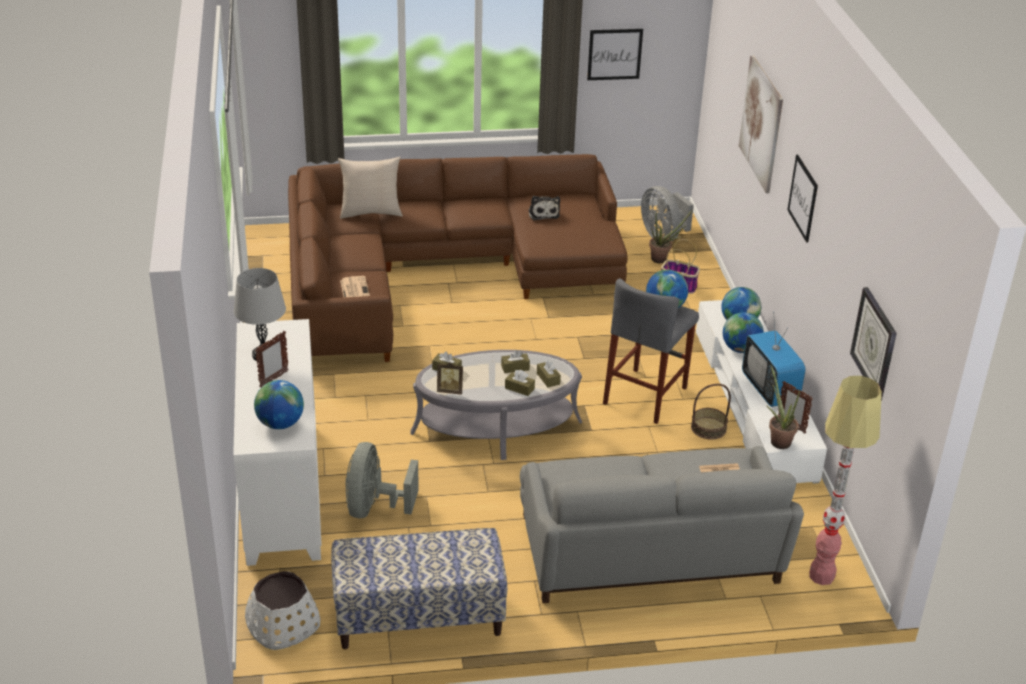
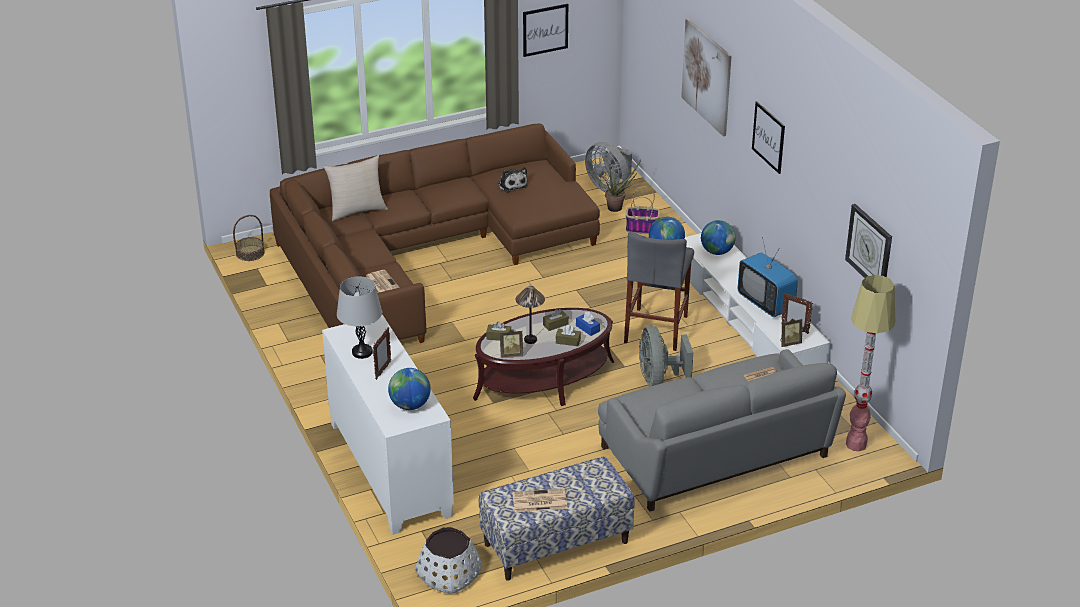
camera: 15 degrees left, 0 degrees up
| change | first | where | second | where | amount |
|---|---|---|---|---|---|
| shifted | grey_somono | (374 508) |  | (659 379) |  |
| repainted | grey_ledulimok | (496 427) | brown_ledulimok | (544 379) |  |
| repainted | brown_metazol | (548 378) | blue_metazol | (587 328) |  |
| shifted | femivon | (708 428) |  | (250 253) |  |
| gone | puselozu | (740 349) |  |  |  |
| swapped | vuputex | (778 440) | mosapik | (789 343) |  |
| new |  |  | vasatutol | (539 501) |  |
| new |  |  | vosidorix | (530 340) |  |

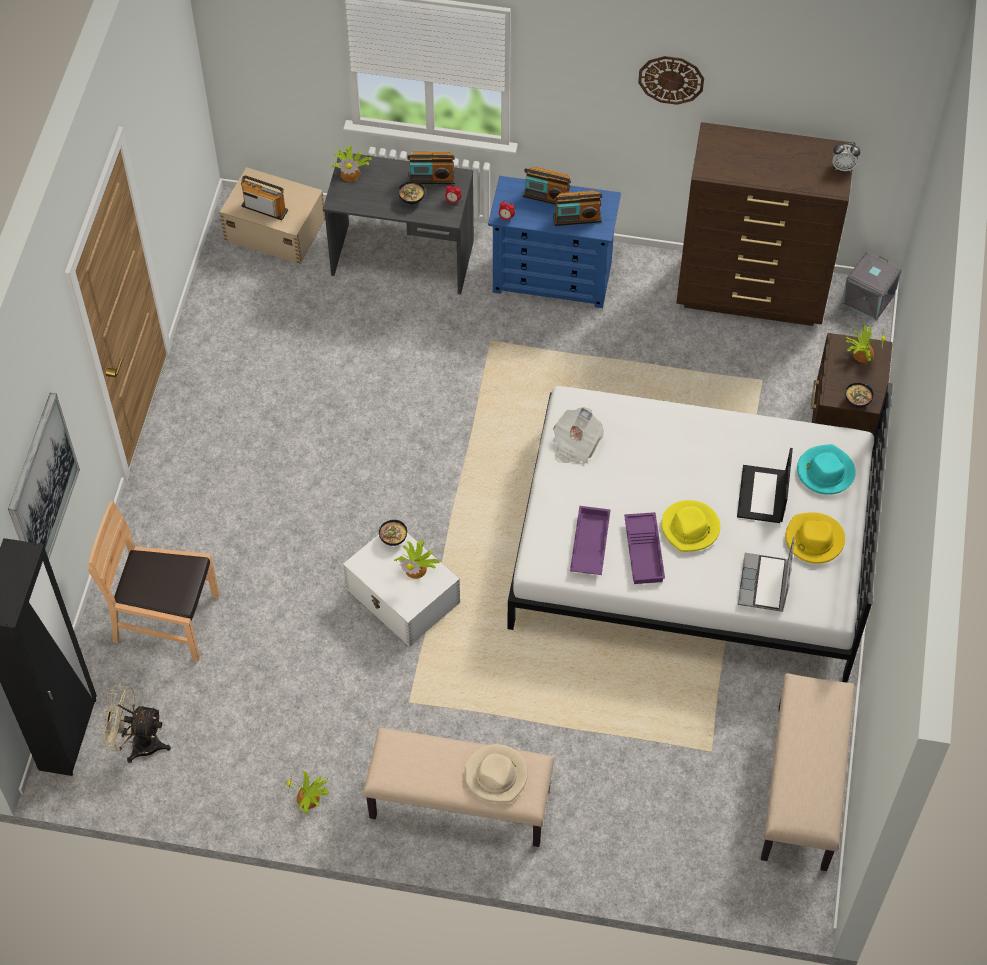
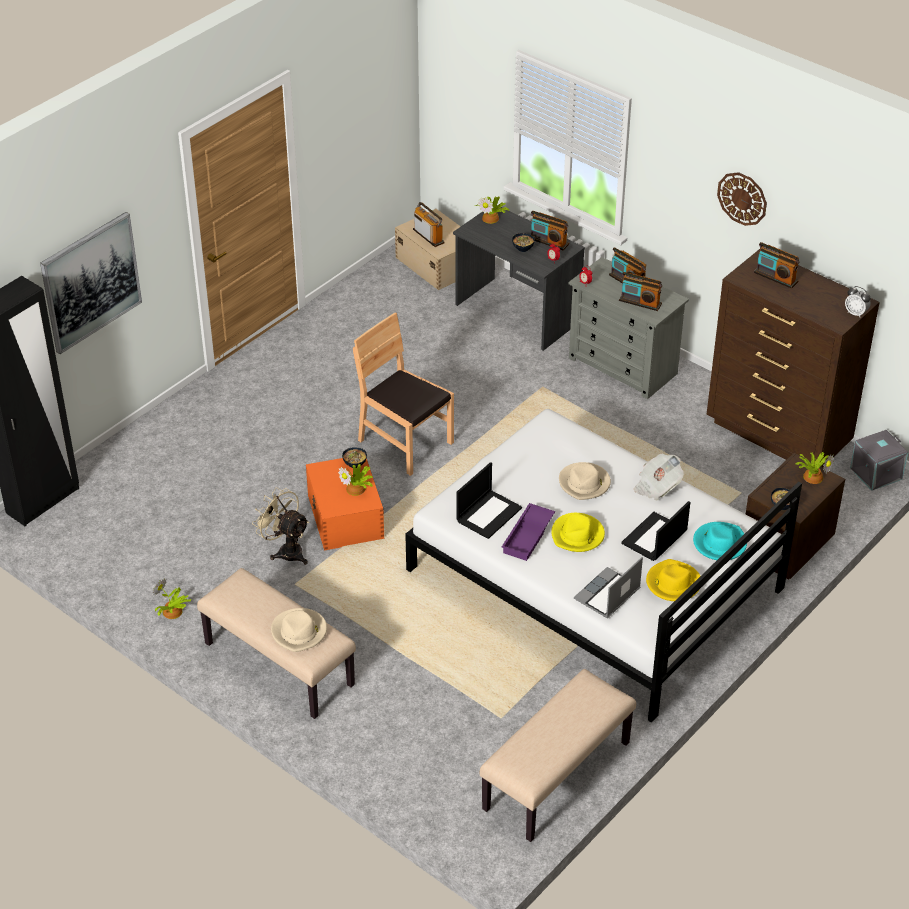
camera: 30 degrees right, 15 degrees down
| change | first | where | second | where | amount |
|---|---|---|---|---|---|
| shifted | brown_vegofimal | (166 619) |  | (405 442) |  |
| shifted | beige_somono | (138 743) |  | (286 550) |  |
| repainted | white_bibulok | (403 597) | orange_bibulok | (345 518) |  |
| repainted | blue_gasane | (553 278) | grey_gasane | (623 366) |  |
| shifted | vasatutol | (575 445) |  | (657 486) |  |
| swapped | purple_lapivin | (588 544) | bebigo | (489 514) |  |
| new |  |  | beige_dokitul | (584 483) |  |
| new |  |  | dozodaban | (775 277) |  |

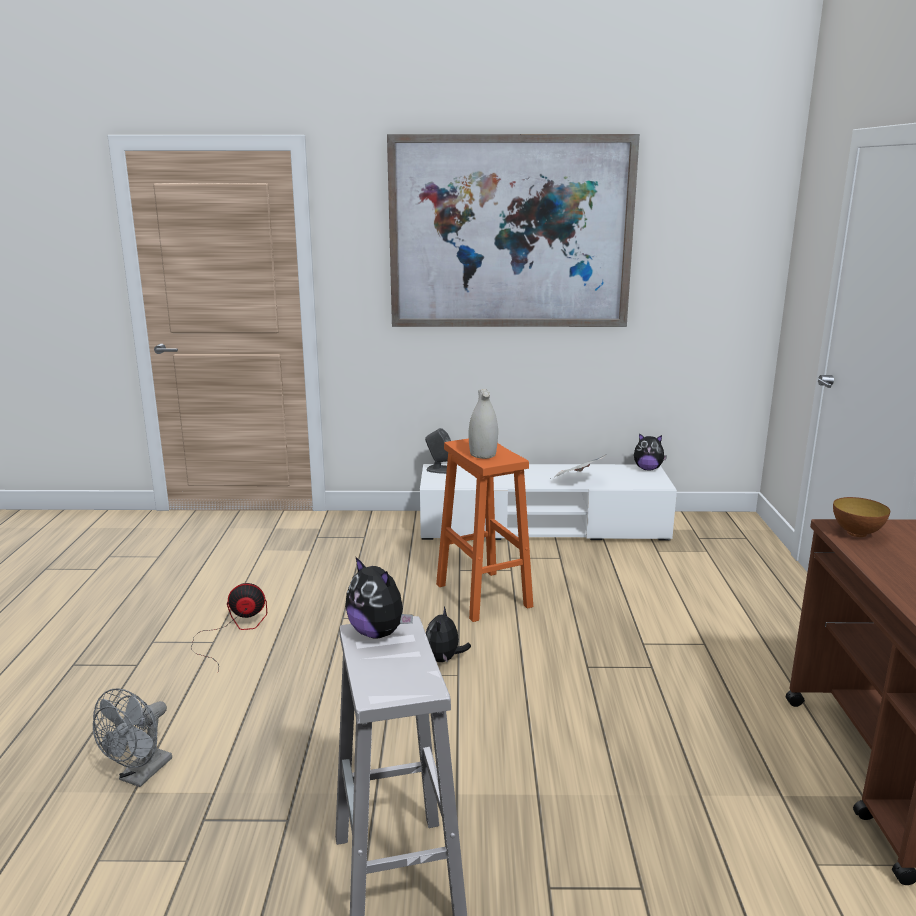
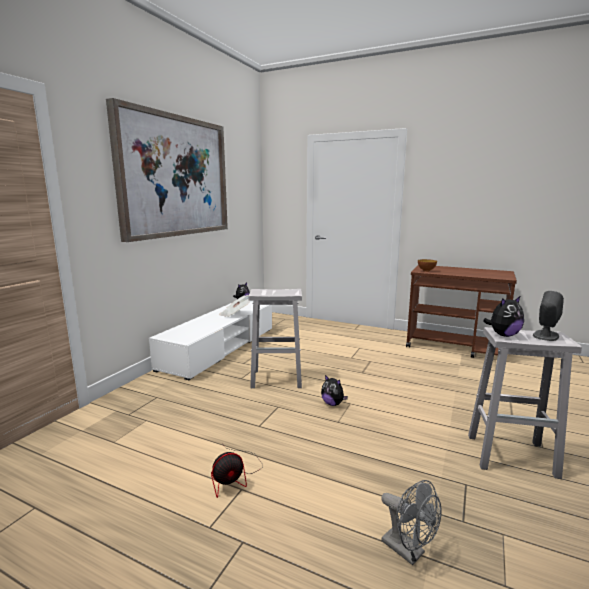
camera: 65 degrees left, 5 degrees down
| change | first | where | second | where | amount |
|---|---|---|---|---|---|
| rotated | somono | (234 631) |  | (234 476) | 135 degrees counterclockwise |
| shifted | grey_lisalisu | (440 469) |  | (545 336) |  |
| repainted | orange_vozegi | (484 596) | white_vozegi | (277 379) |  |
| gone | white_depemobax | (483 454) |  |  |  |

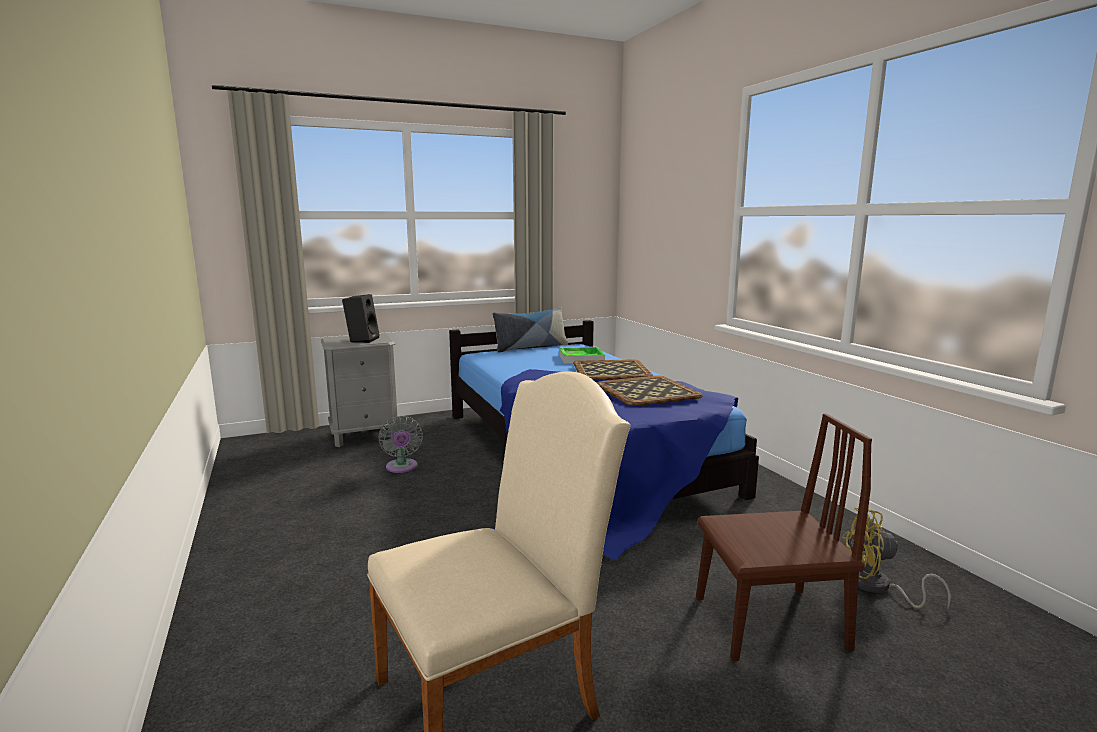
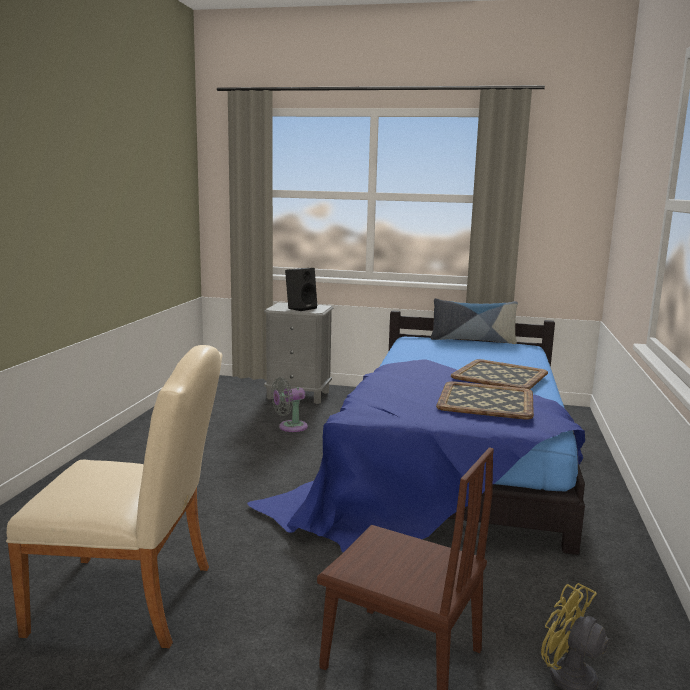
camera: 35 degrees right, 0 degrees up
| change | first | where | second | where | amount |
|---|---|---|---|---|---|
| rotated | grey_somono | (402 468) |  | (290 427) | 45 degrees clockwise |
| gone | lapivin | (581 359) |  |  |  |

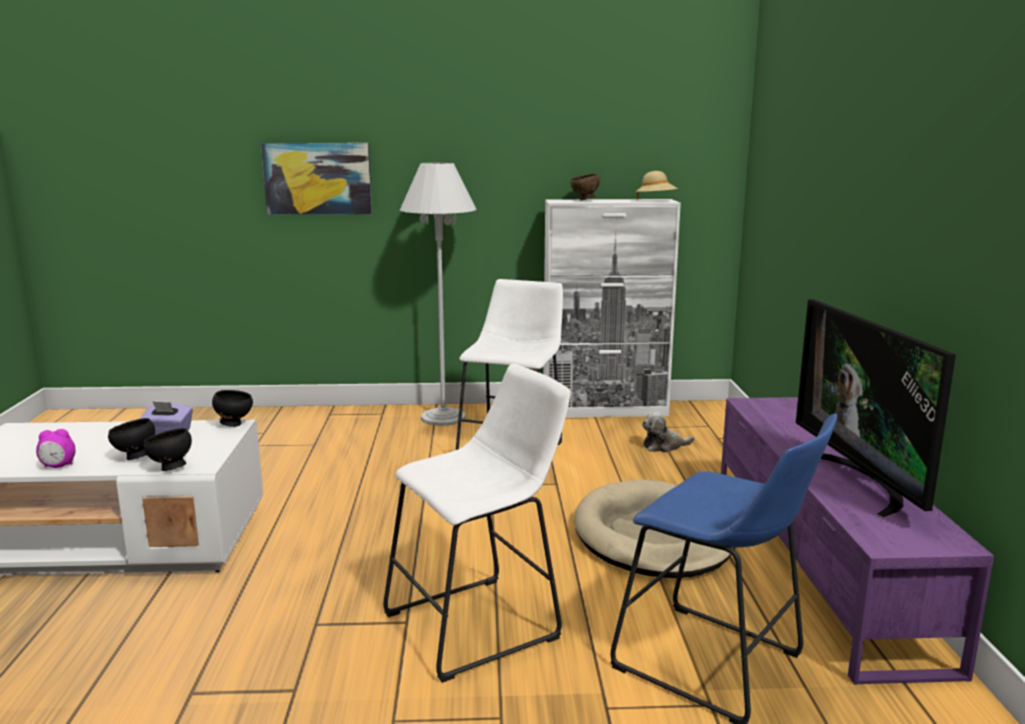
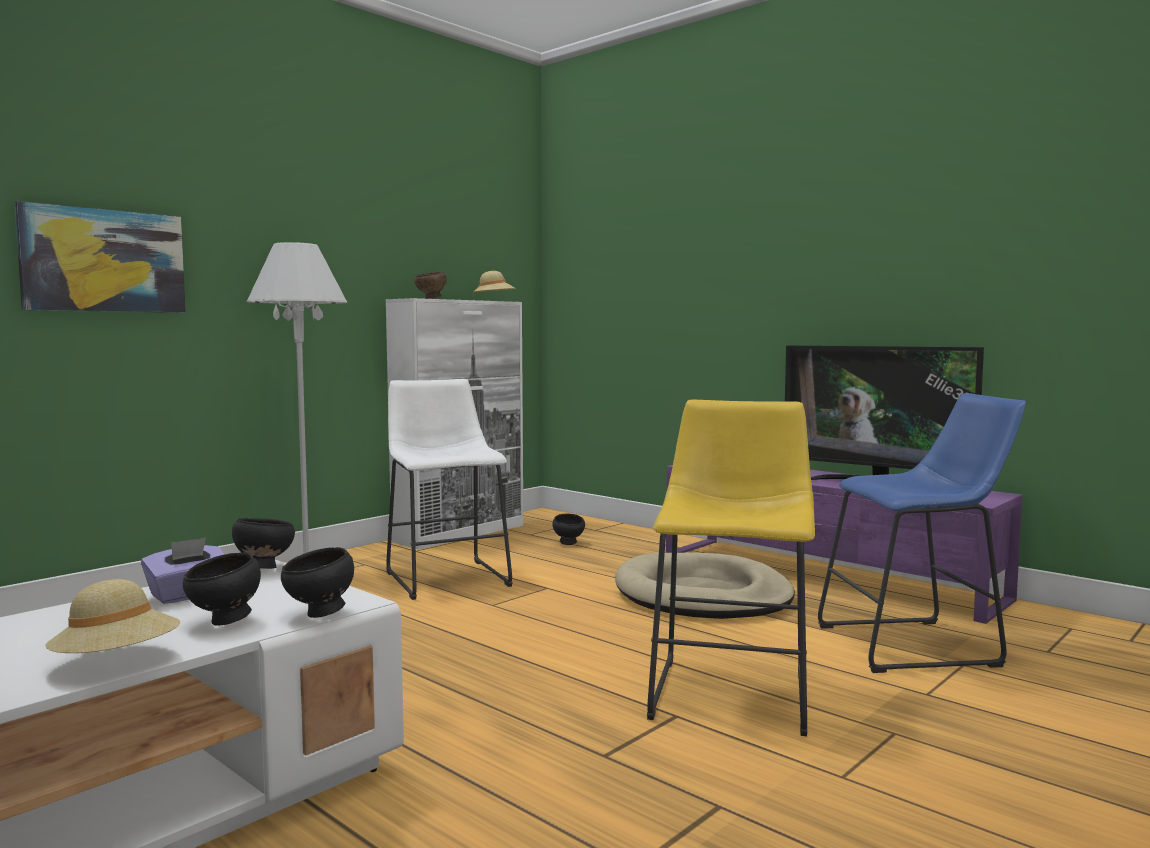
camera: 45 degrees left, 10 degrees down
| change | first | where | second | where | amount |
|---|---|---|---|---|---|
| swapped | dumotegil | (58 466) | beige_dokitul | (117 662) |  |
| repainted | white_vozegi | (481 624) | yellow_vozegi | (732 690) |  |
| swapped | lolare | (664 446) | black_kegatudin | (569 543) |  |

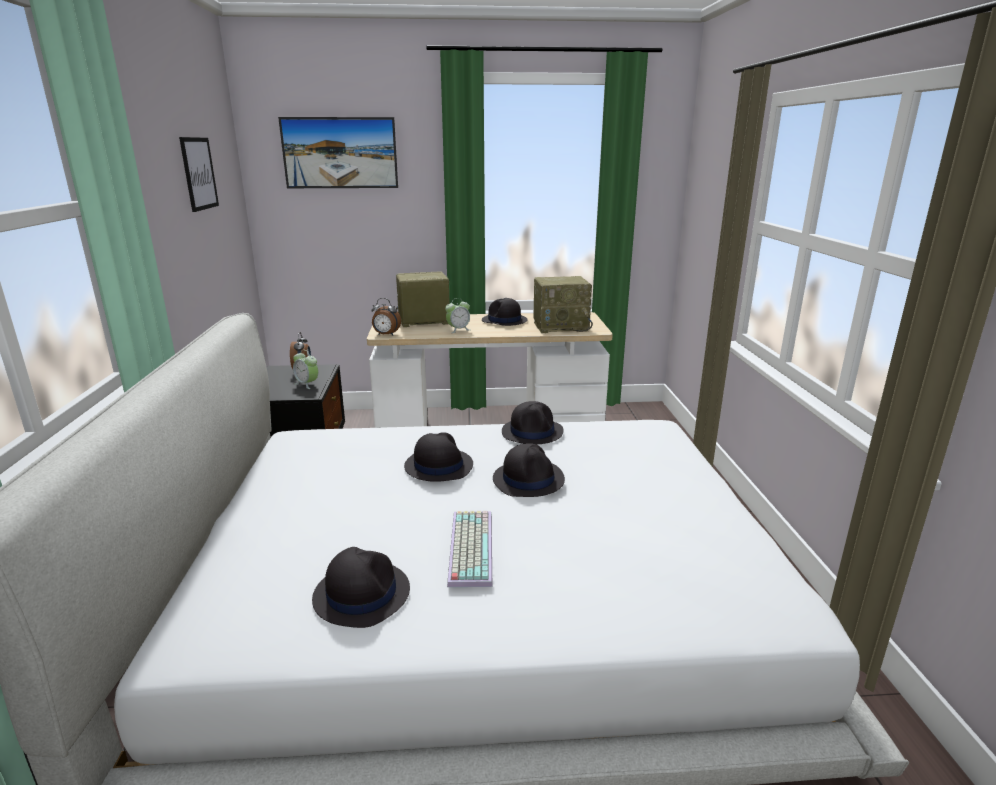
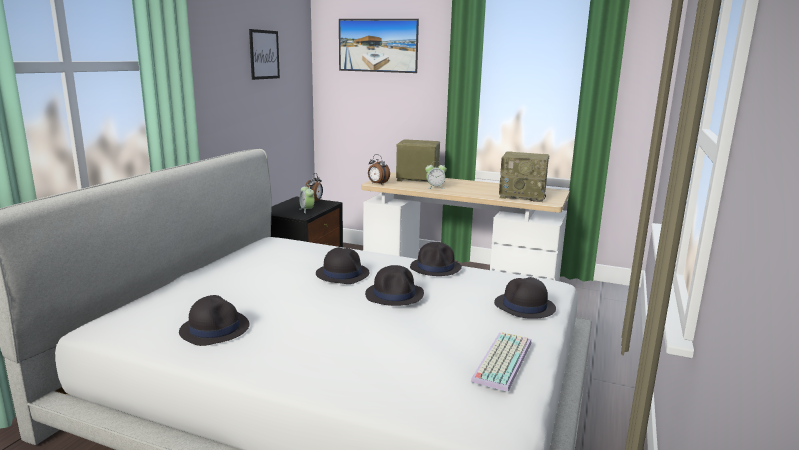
camera: 25 degrees right, 5 degrees down
| change | first | where | second | where | amount |
|---|---|---|---|---|---|
| shifted | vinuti | (469 547) |  | (501 360) |  |
| shifted | black_dokitul | (504 321) |  | (524 307) |  |

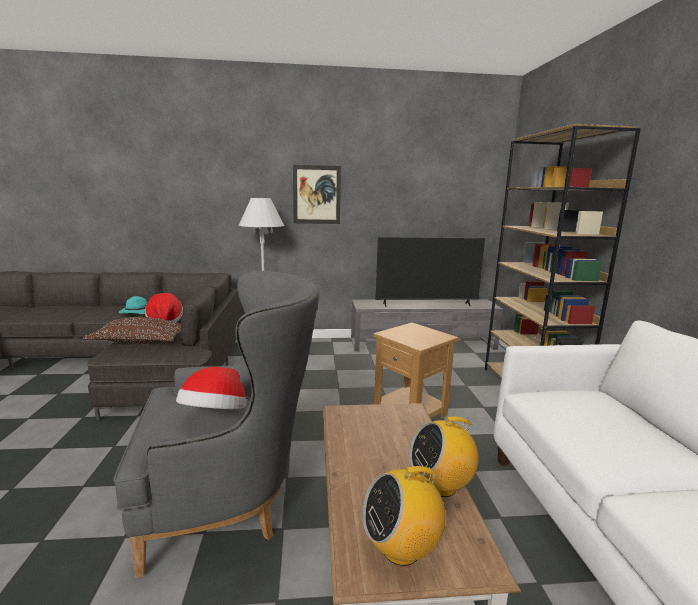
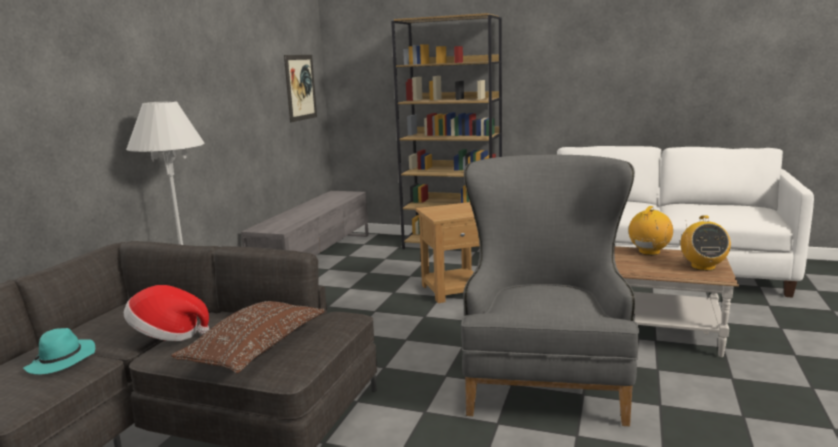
camera: 65 degrees left, 0 degrees up
| change | first | where | second | where | amount |
|---|---|---|---|---|---|
| gone | dokitul | (215 416) |  |  |  |
| shifted | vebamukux | (316 195) |  | (300 87) |  |
| gone | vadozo | (426 304) |  |  |  |
| rotated | dozodaban | (441 485) |  | (649 252) | 150 degrees counterclockwise |

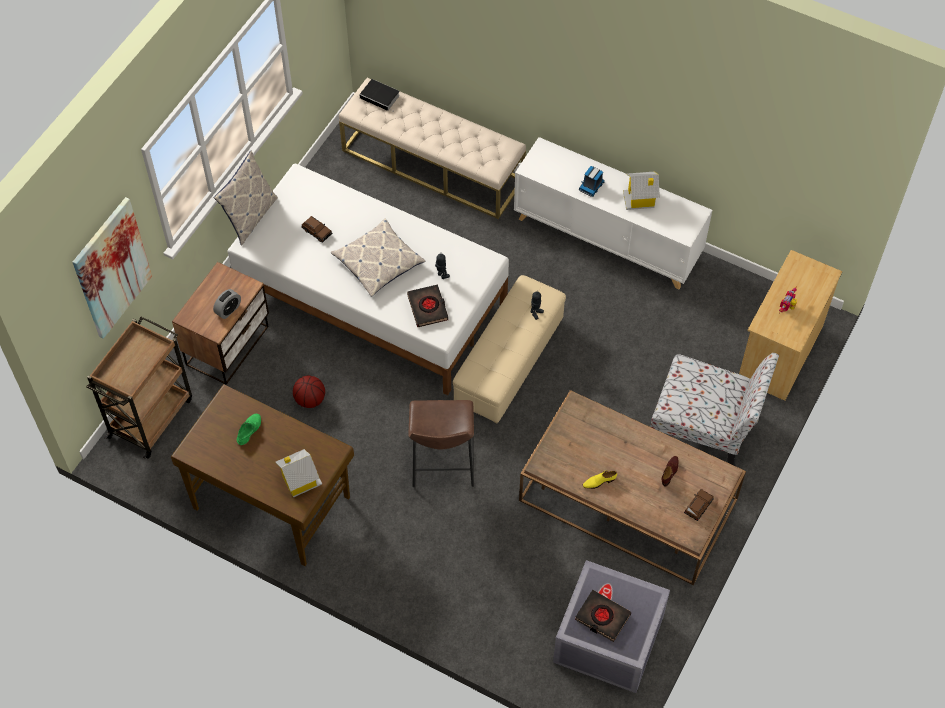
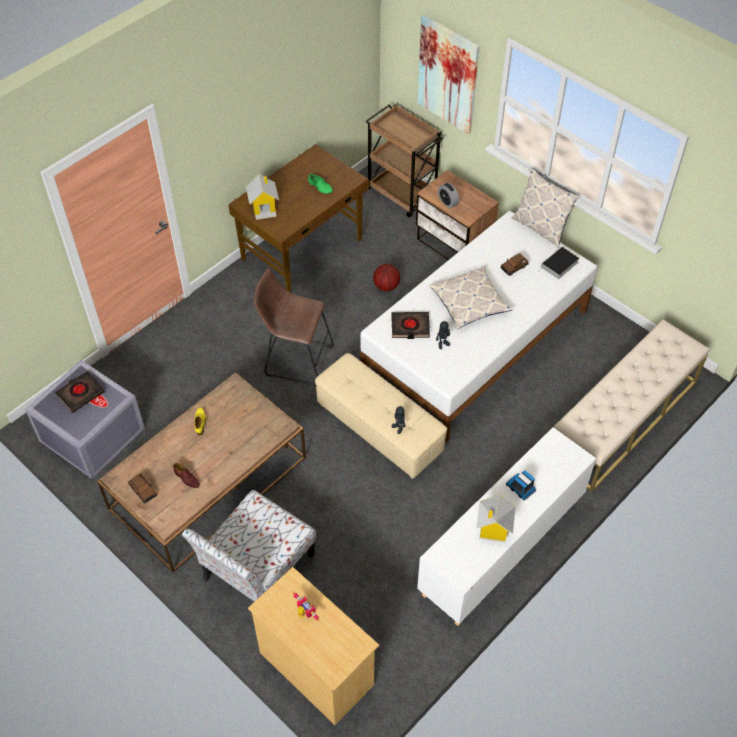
camera: 105 degrees right, 5 degrees down
| change | first | where | second | where | amount |
|---|---|---|---|---|---|
| shifted | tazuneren | (381 97) |  | (559 265) |  |

